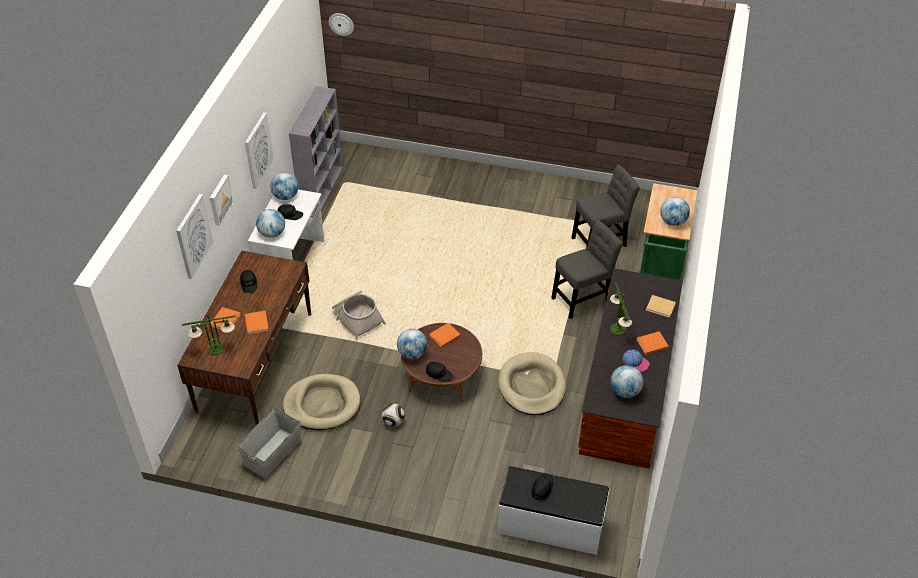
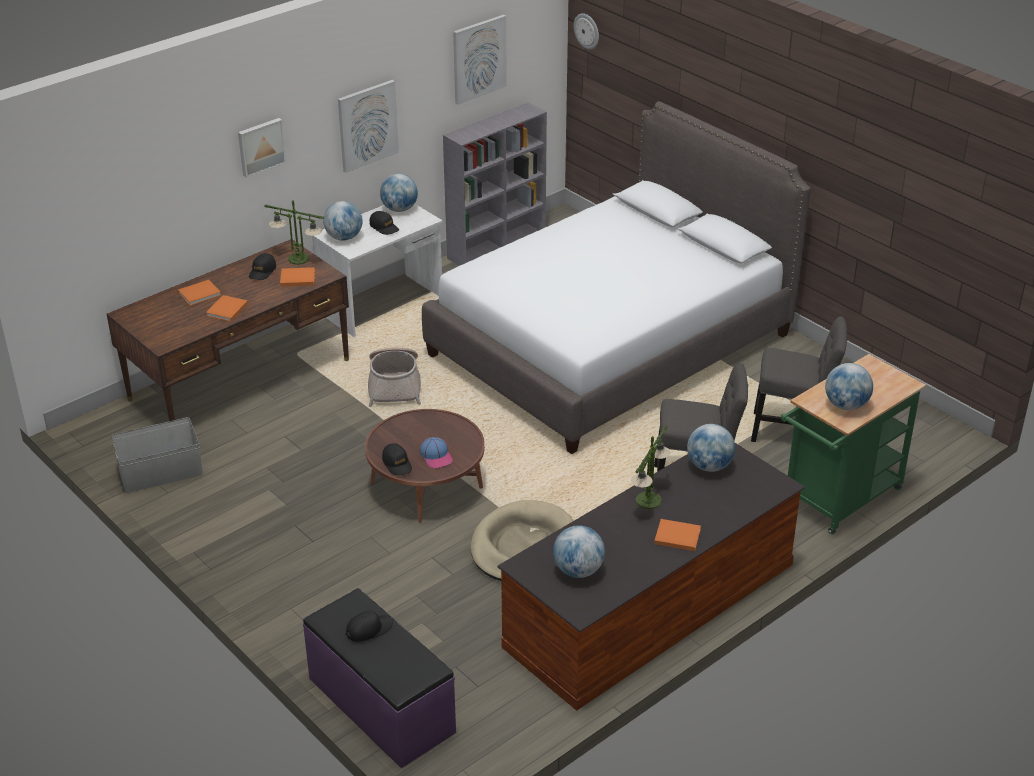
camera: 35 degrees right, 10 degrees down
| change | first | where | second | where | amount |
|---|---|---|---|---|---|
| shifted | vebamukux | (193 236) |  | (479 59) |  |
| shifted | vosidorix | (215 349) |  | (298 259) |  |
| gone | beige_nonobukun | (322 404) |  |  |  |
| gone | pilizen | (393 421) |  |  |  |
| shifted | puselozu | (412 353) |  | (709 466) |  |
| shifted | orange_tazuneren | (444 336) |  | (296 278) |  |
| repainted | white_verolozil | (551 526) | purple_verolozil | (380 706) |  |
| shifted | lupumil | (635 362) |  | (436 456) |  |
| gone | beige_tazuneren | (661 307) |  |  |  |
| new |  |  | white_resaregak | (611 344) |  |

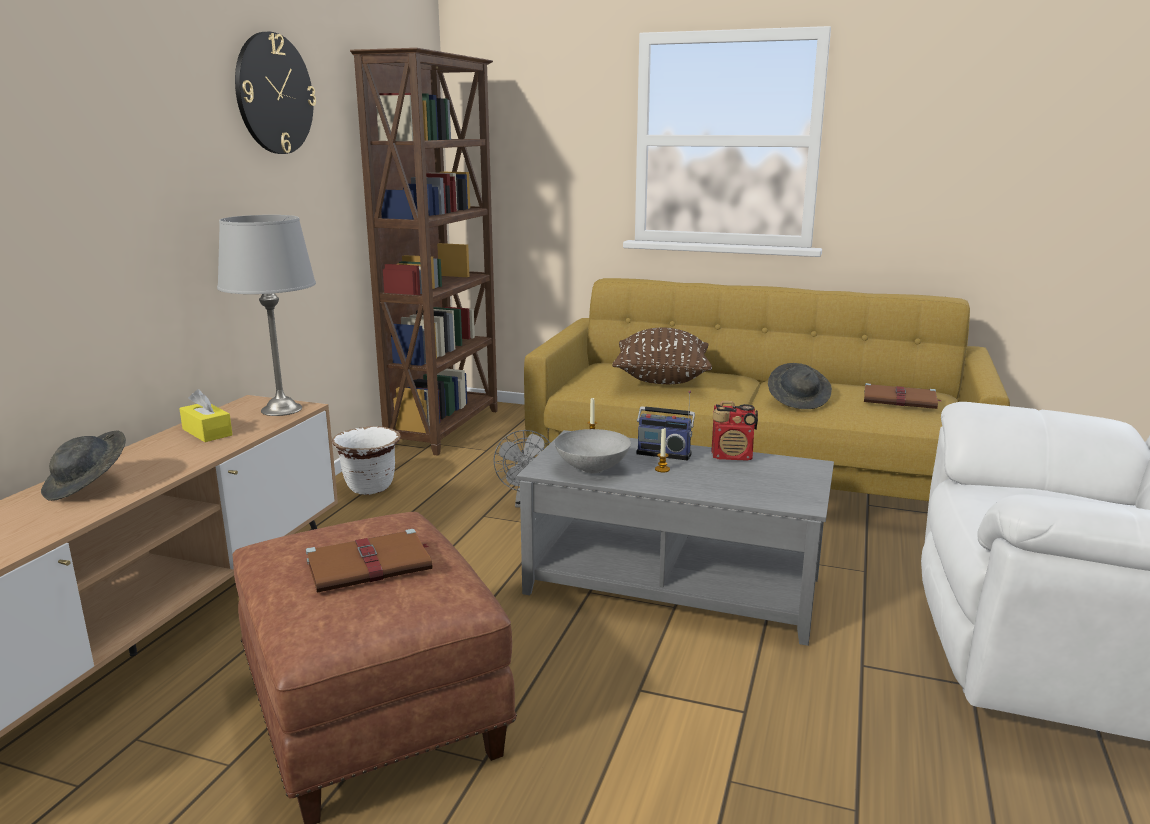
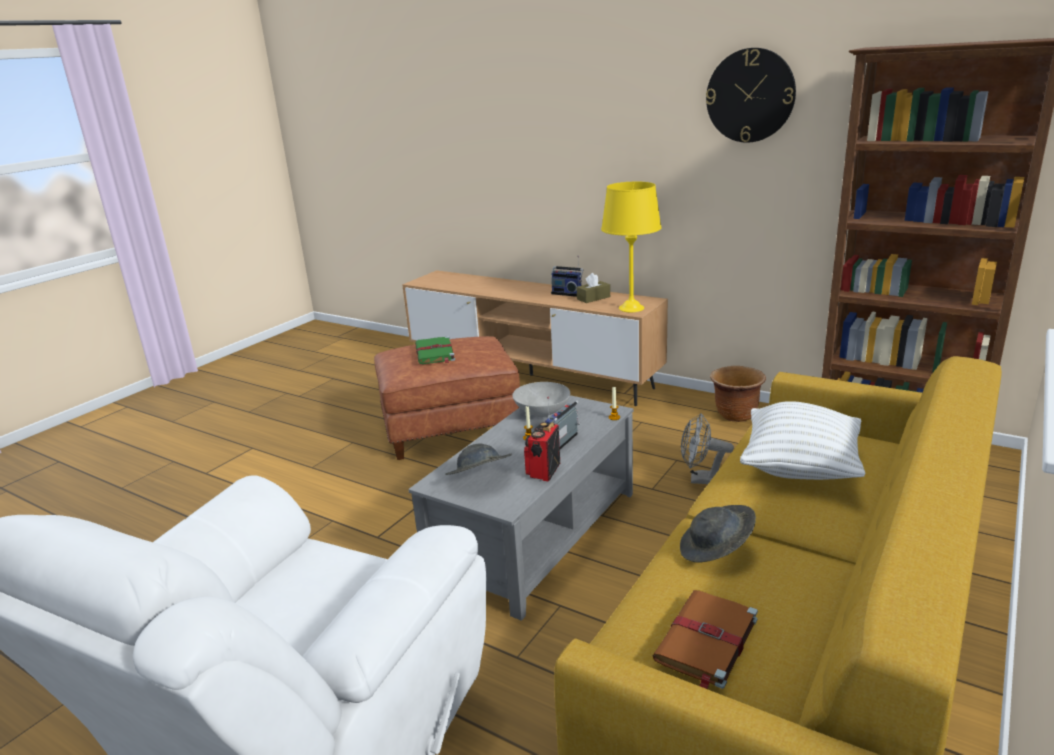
camera: 105 degrees right, 5 degrees up
| change | first | where | second | where | amount |
|---|---|---|---|---|---|
| shifted | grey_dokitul | (88 486) |  | (479 479) |  |
| repainted | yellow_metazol | (207 432) | brown_metazol | (593 298) |  |
| repainted | grey_vosidorix | (282 409) | yellow_vosidorix | (631 308) |  |
| repainted | brown_tazuneren | (371 565) | green_tazuneren | (435 353) |  |
| repainted | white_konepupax | (370 487) | brown_konepupax | (736 415) |  |
| repainted | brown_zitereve | (662 379) | white_zitereve | (800 468) |  |
| new |  |  | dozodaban | (567 293) |  |

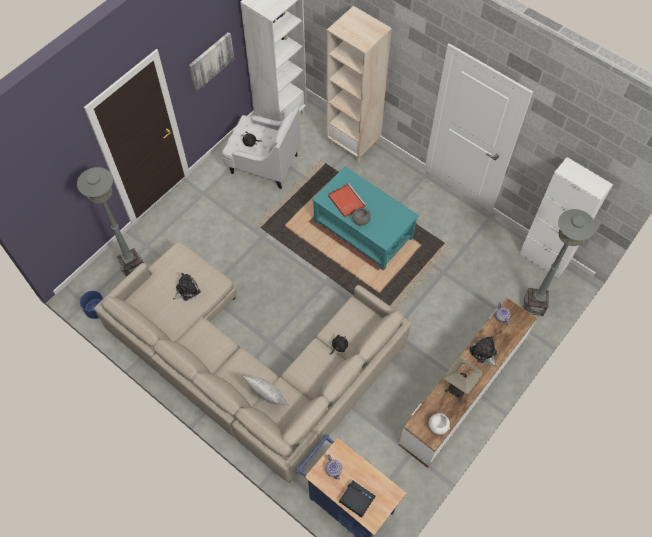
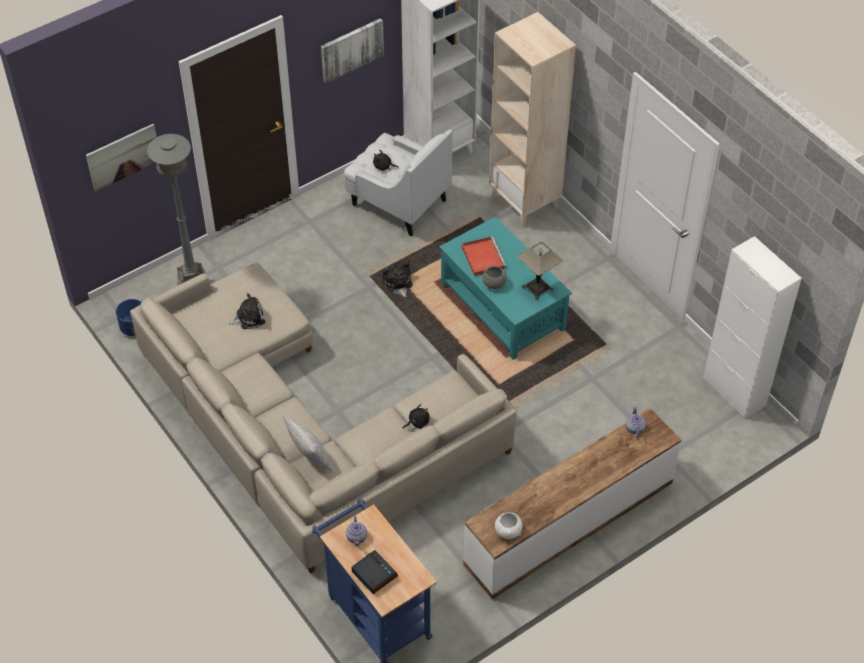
camera: 15 degrees right, 10 degrees down
| change | first | where | second | where | amount |
|---|---|---|---|---|---|
| shifted | vosidorix | (457 389) |  | (537 288) |  |
| shifted | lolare | (484 353) |  | (398 283) |  |
| gone | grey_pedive | (534 306) |  |  |  |
| new |  |  | vebamukux | (123 156) |  |

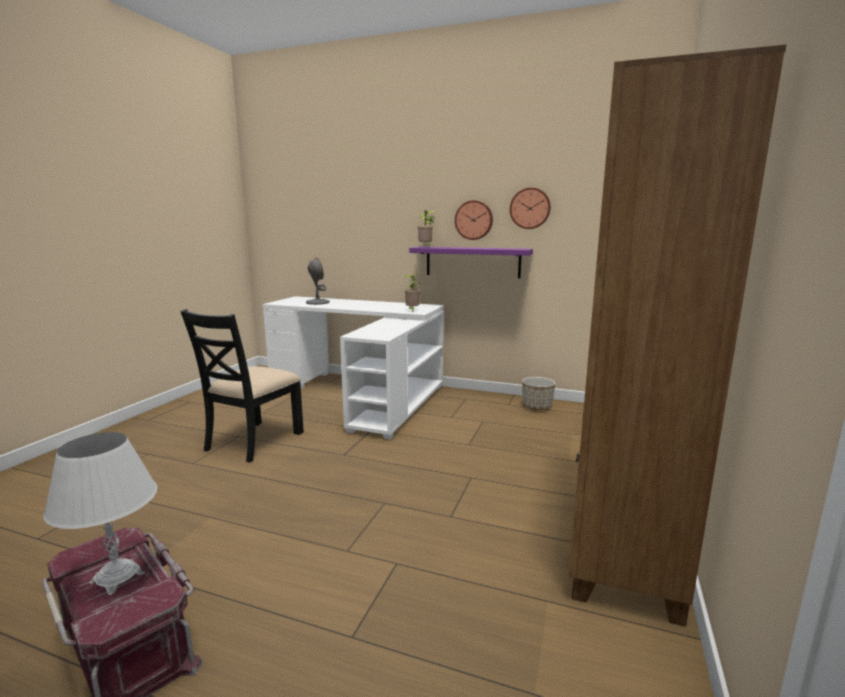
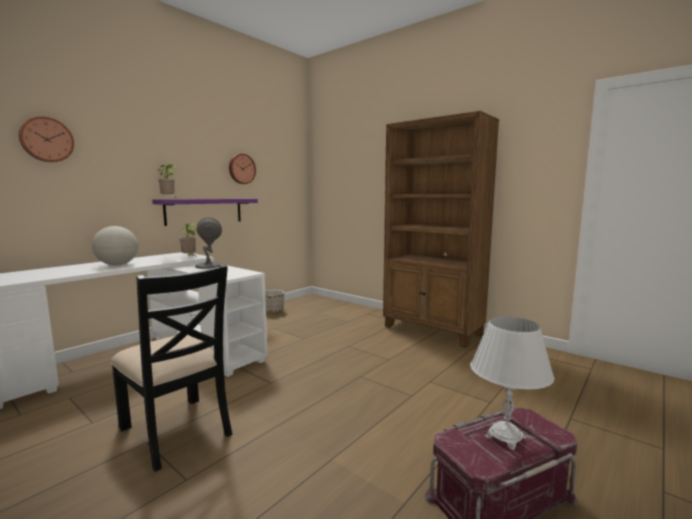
camera: 70 degrees left, 5 degrees down
| change | first | where | second | where | amount |
|---|---|---|---|---|---|
| shifted | grey_vosidorix | (317 302) |  | (208 266) |  |
| shifted | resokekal | (474 220) |  | (46 139) |  |
| new |  |  | puselozu | (117 265) |  |

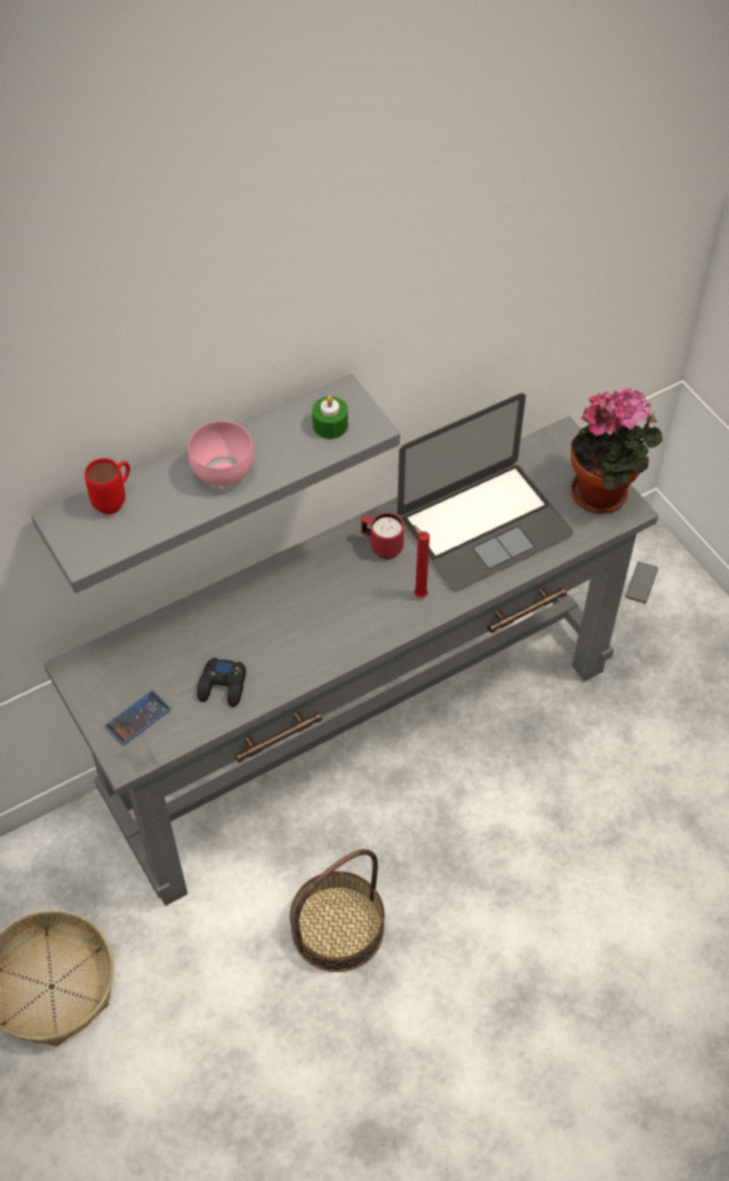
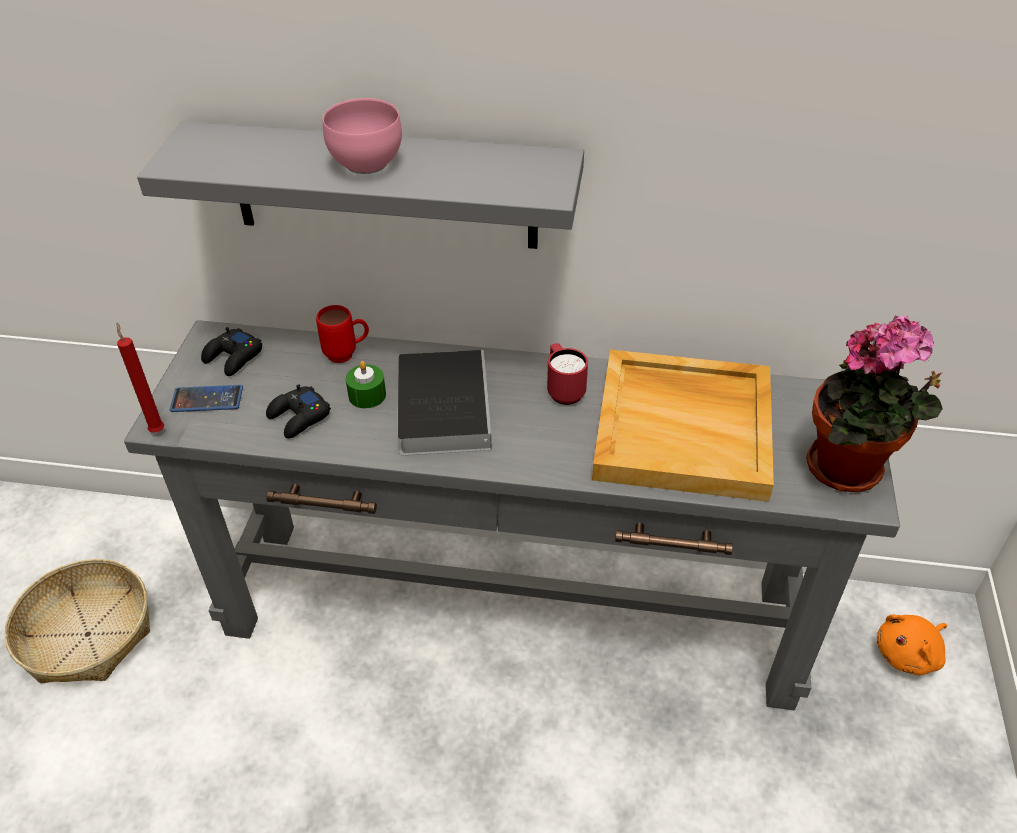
camera: 40 degrees right, 10 degrees down
| change | first | where | second | where | amount |
|---|---|---|---|---|---|
| shifted | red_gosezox | (115 501) |  | (347 355) |  |
| gone | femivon | (337 927) |  |  |  |
| shifted | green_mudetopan | (330 425) |  | (367 395) |  |
| swapped | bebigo | (484 525) | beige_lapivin | (685 428) |  |
| shifted | red_mudetopan | (418 594) |  | (157 429) |  |
| swapped | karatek | (641 583) | orange_lolare | (909 654) |  |
| new |  |  | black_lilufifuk | (233 357) |  |
| new |  |  | tazuneren | (442 405) |  |

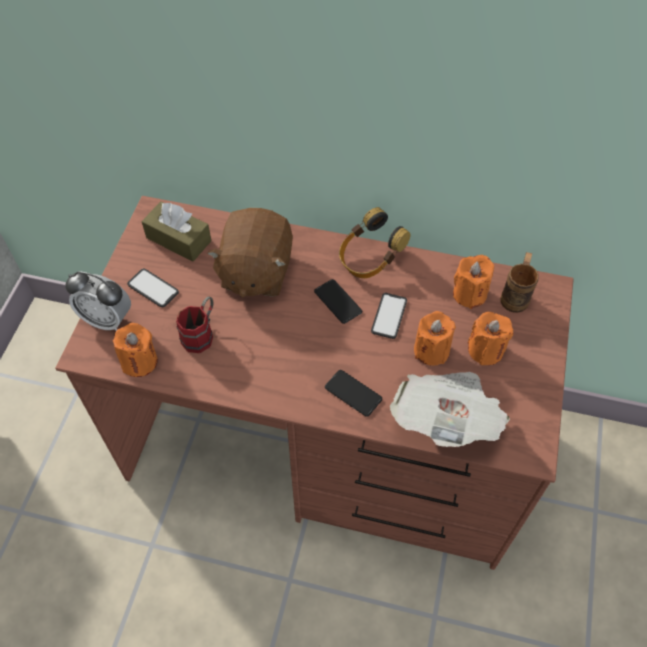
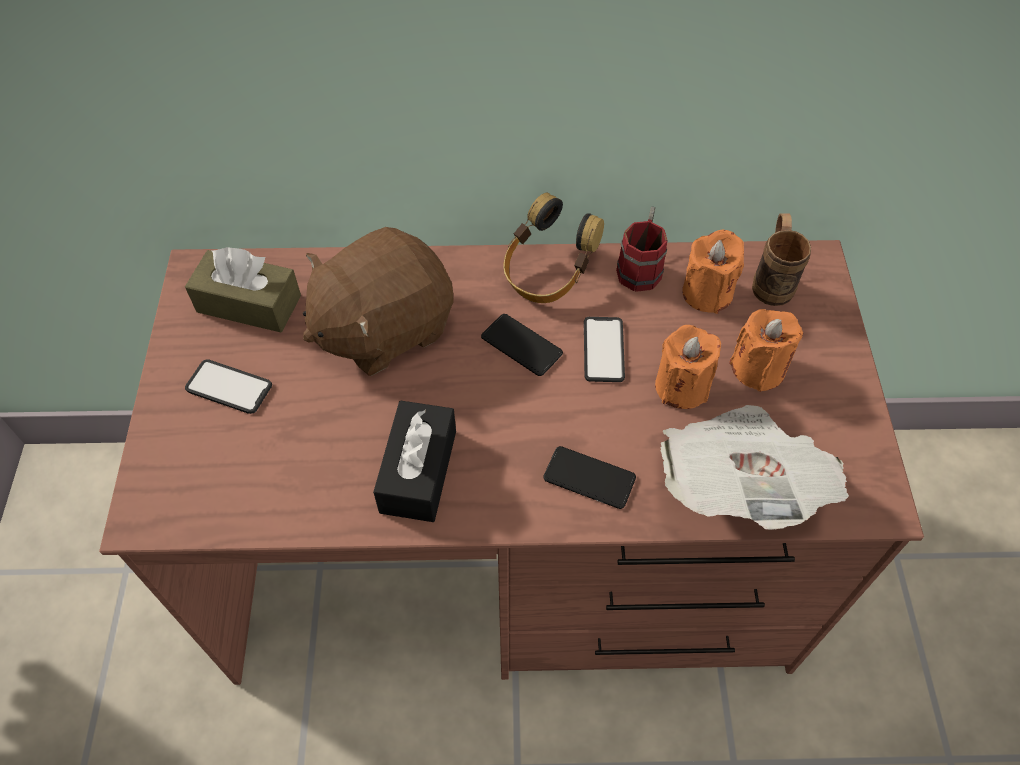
camera: 15 degrees left, 0 degrees up
| change | first | where | second | where | amount |
|---|---|---|---|---|---|
| gone | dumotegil | (107 319) |  |  |  |
| gone | orange_mudetopan | (139 361) |  |  |  |
| shifted | red_gosezox | (201 333) |  | (641 265) |  |
| rotated | brown_lolare | (255 272) |  | (383 327) | 60 degrees clockwise |
| new |  |  | black_metazol | (418 471) |  |

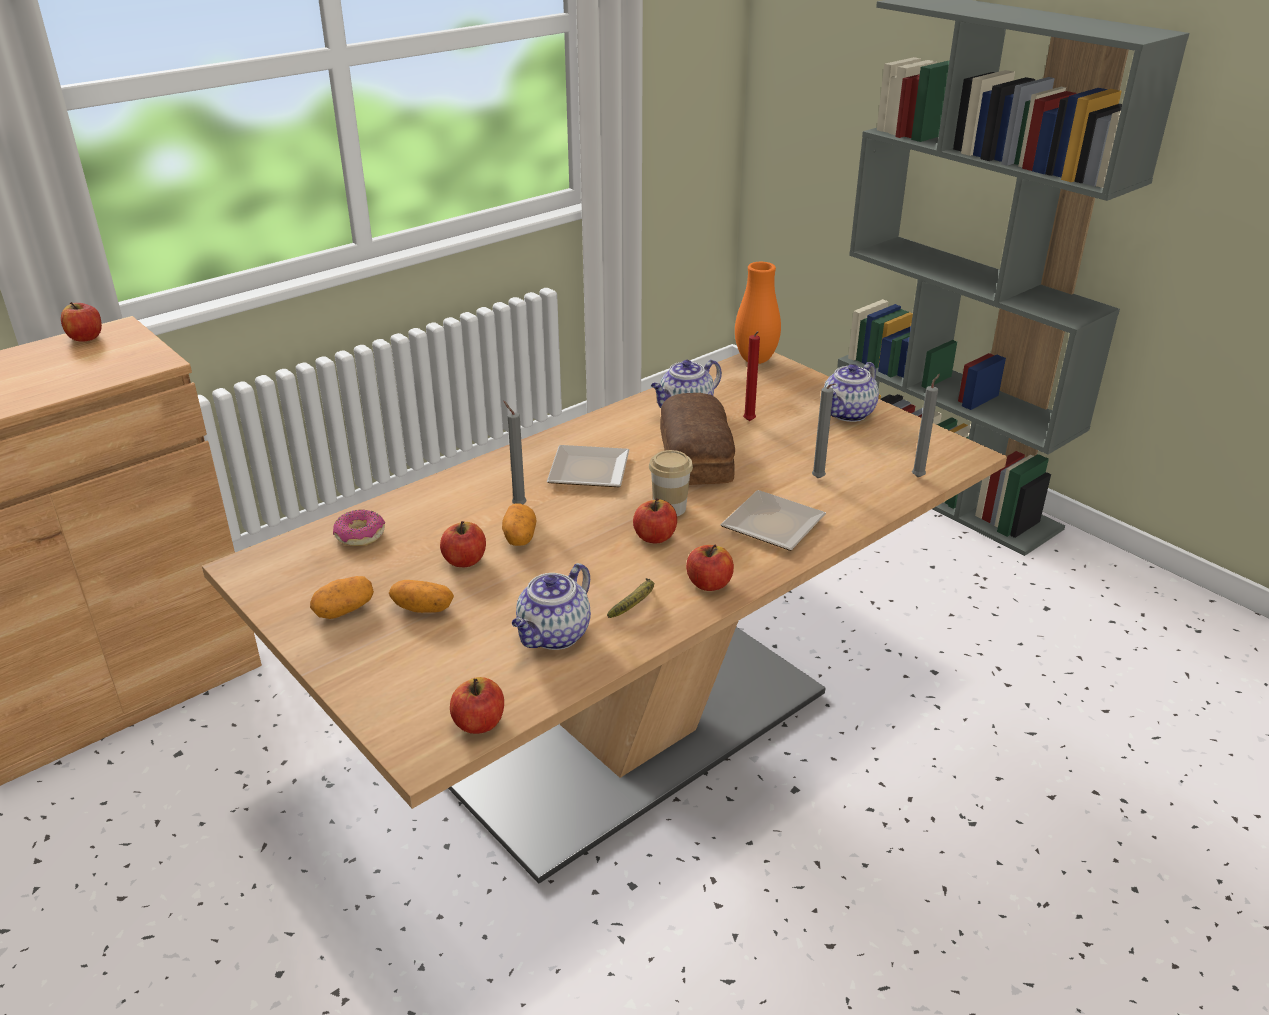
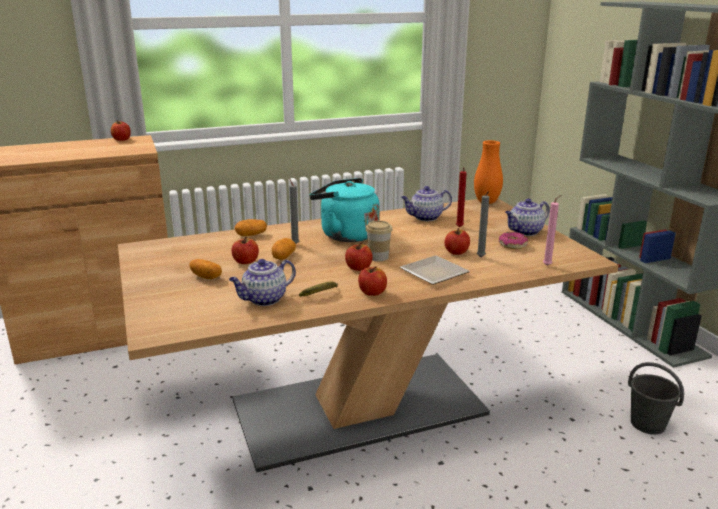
camera: 20 degrees right, 10 degrees down
| change | first | where | second | where | amount |
|---|---|---|---|---|---|
| shifted | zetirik | (344 610) |  | (251 235) |  |
| shifted | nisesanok | (360 535) |  | (512 245) |  |
| shifted | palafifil | (479 723) |  | (456 252) |  |
| swapped | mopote | (586 469) | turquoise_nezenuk | (345 235) |  |
| gone | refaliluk | (697 456) |  |  |  |
| repainted | grey_mudetopan | (919 476) | pink_mudetopan | (548 265) |  |
| new |  |  | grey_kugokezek | (648 424) |  |

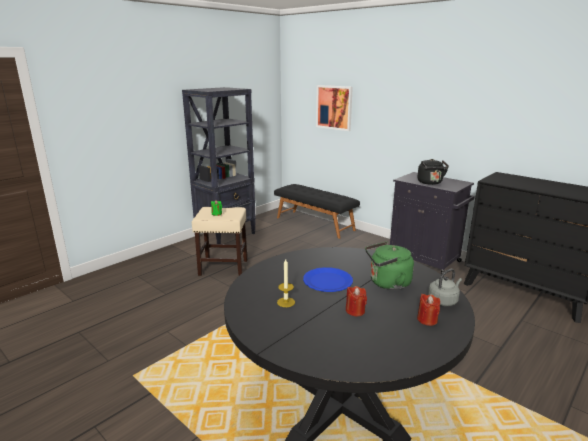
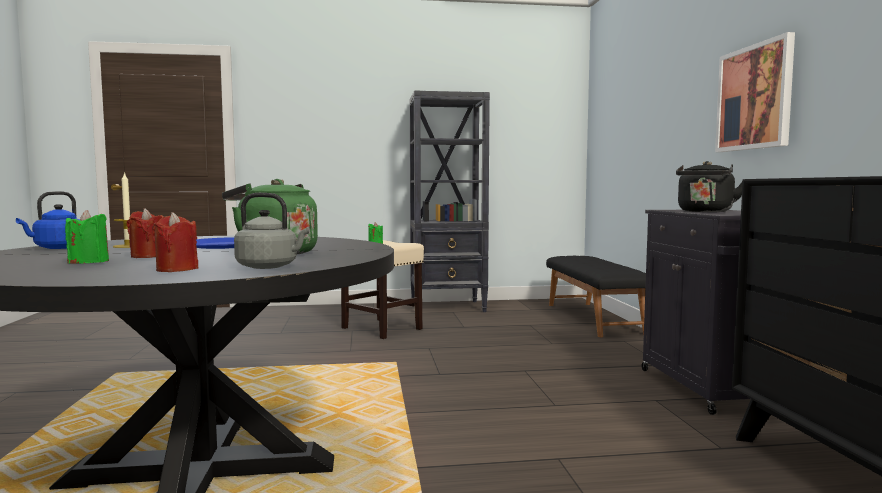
camera: 40 degrees right, 15 degrees down
| change | first | where | second | where | amount |
|---|---|---|---|---|---|
| shifted | vebamukux | (334 107) |  | (754 97) |  |
| new |  |  | blue_nezenuk | (57 248) |  |
| new |  |  | green_mudetopan | (88 262) |  |

